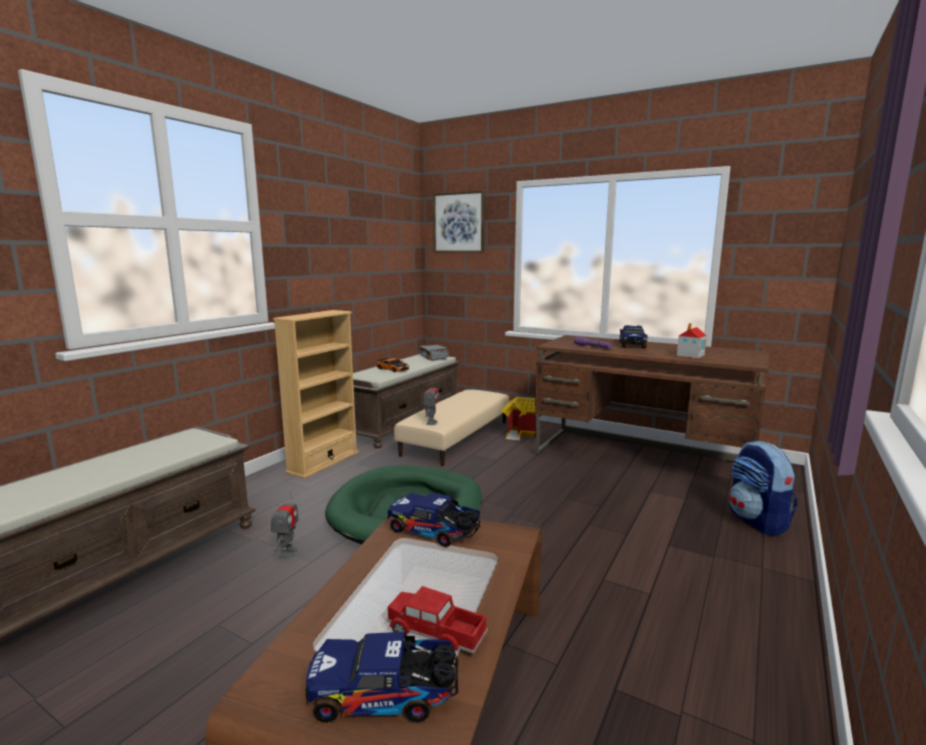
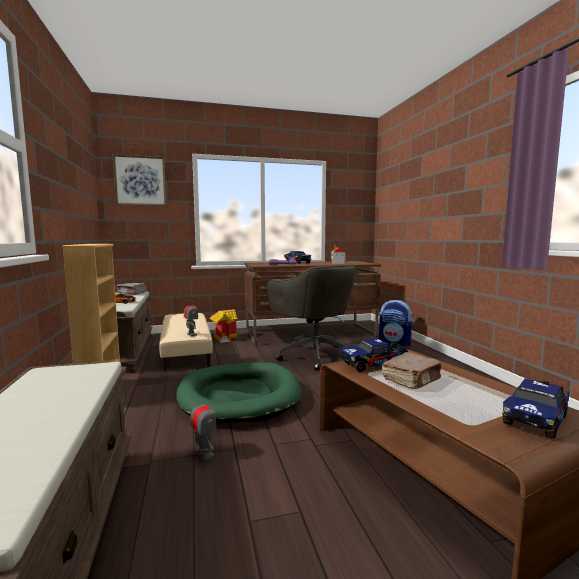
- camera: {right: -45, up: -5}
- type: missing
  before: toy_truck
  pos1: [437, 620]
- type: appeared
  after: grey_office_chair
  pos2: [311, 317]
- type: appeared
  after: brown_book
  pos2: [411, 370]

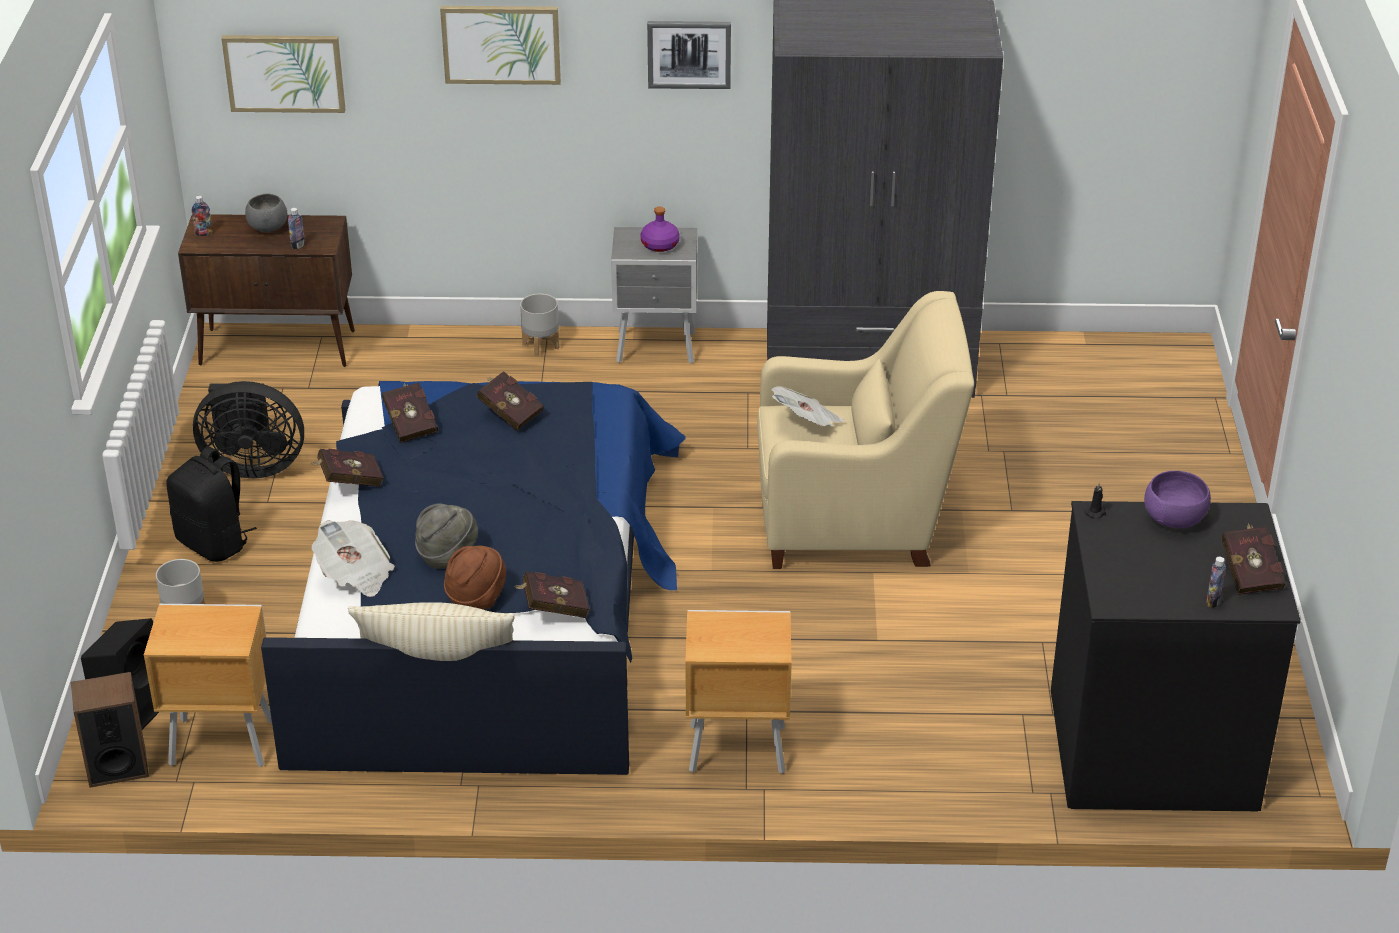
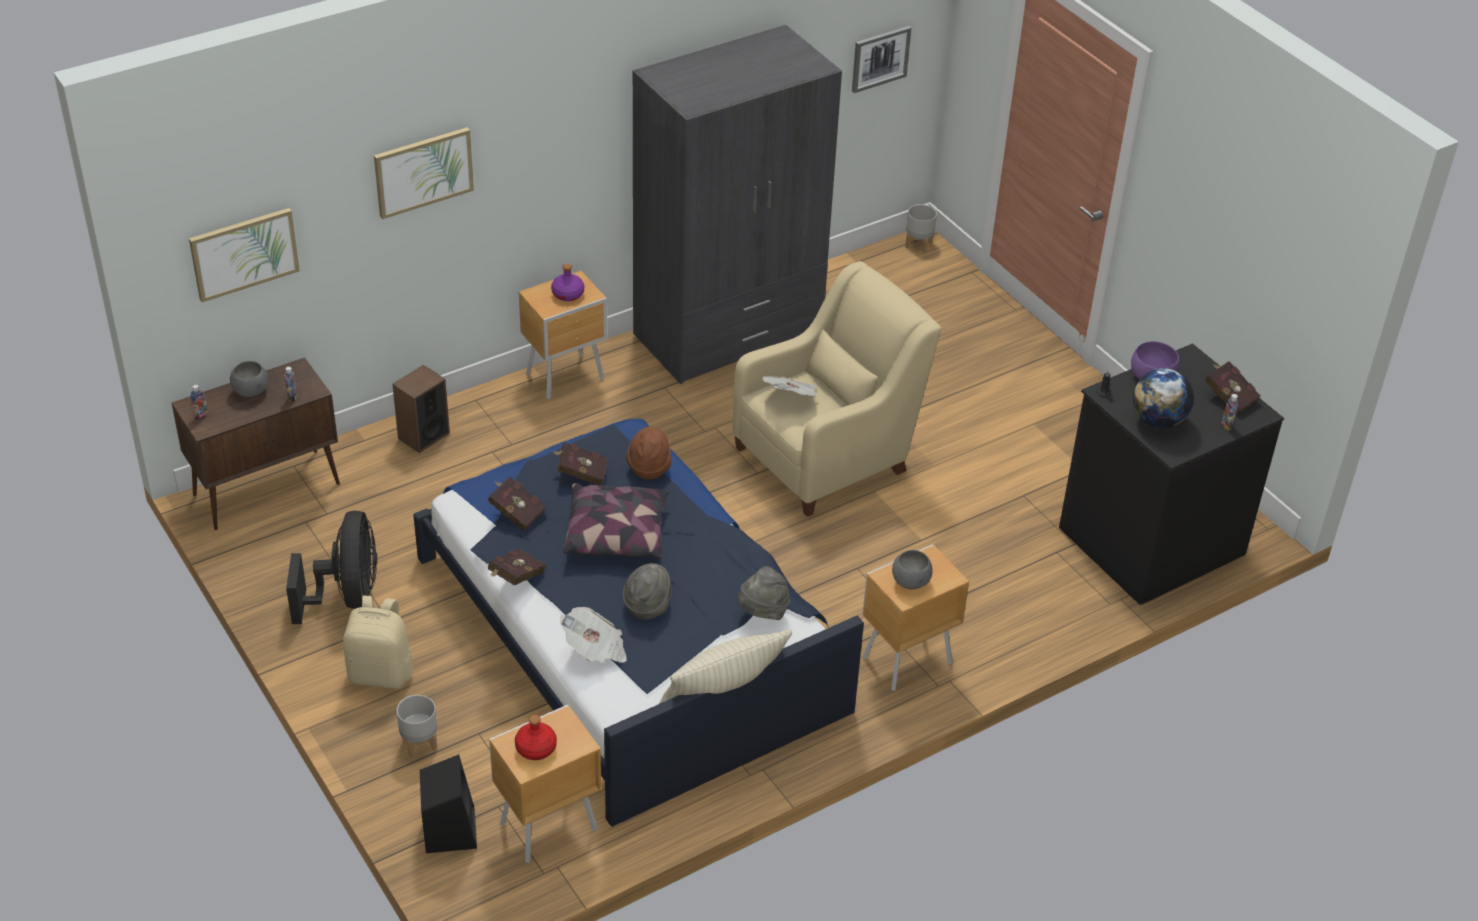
- camera: {right: -35, up: 5}
- type: relocated
  before: speaker
  pos1: [110, 730]
  pos2: [421, 409]
- type: colour
  before: black_backpack
  after: beige_backpack
  pos1: [211, 504]
  pos2: [378, 642]
- type: spun
  before: black_fan
  pos1: [248, 429]
  pos2: [331, 567]
  turn: -60
- type: relocated
  before: brown_hat
  pos1: [475, 578]
  pos2: [649, 453]
- type: exchanged
  before: red_book
  after: grey_hat
  pos1: [551, 595]
  pos2: [763, 593]
- type: relocated
  before: grey_planter
  pos1: [539, 325]
  pos2: [921, 228]
- type: colour
  before: grey_nightstand
  after: brown_nightstand
  pos1: [654, 295]
  pos2: [563, 334]
- type: relocated
  before: picture
  pos1: [689, 55]
  pos2: [881, 59]
- type: appeared
  after: red_bottle
  pos2: [536, 737]
- type: appeared
  after: pillow
  pos2: [616, 521]
- type: appeared
  after: grey_bowl
  pos2: [912, 569]
- type: appeared
  after: globe
  pos2: [1163, 398]

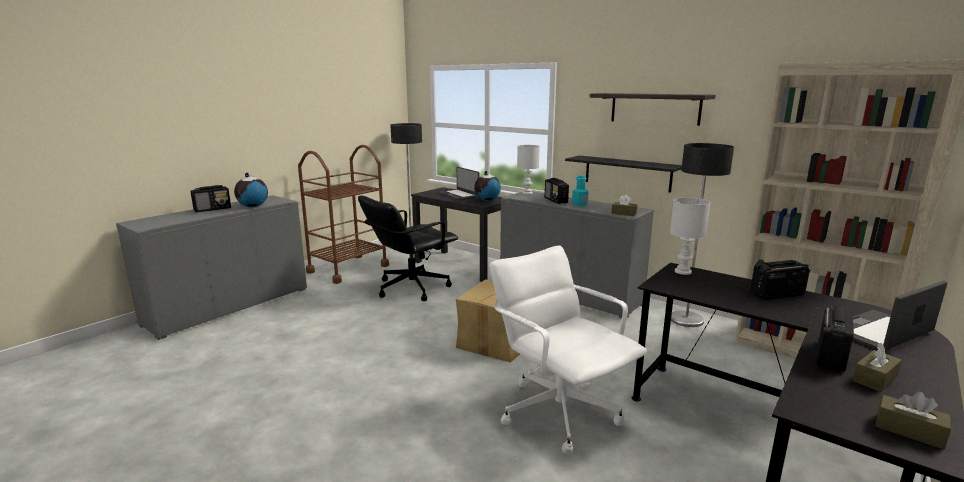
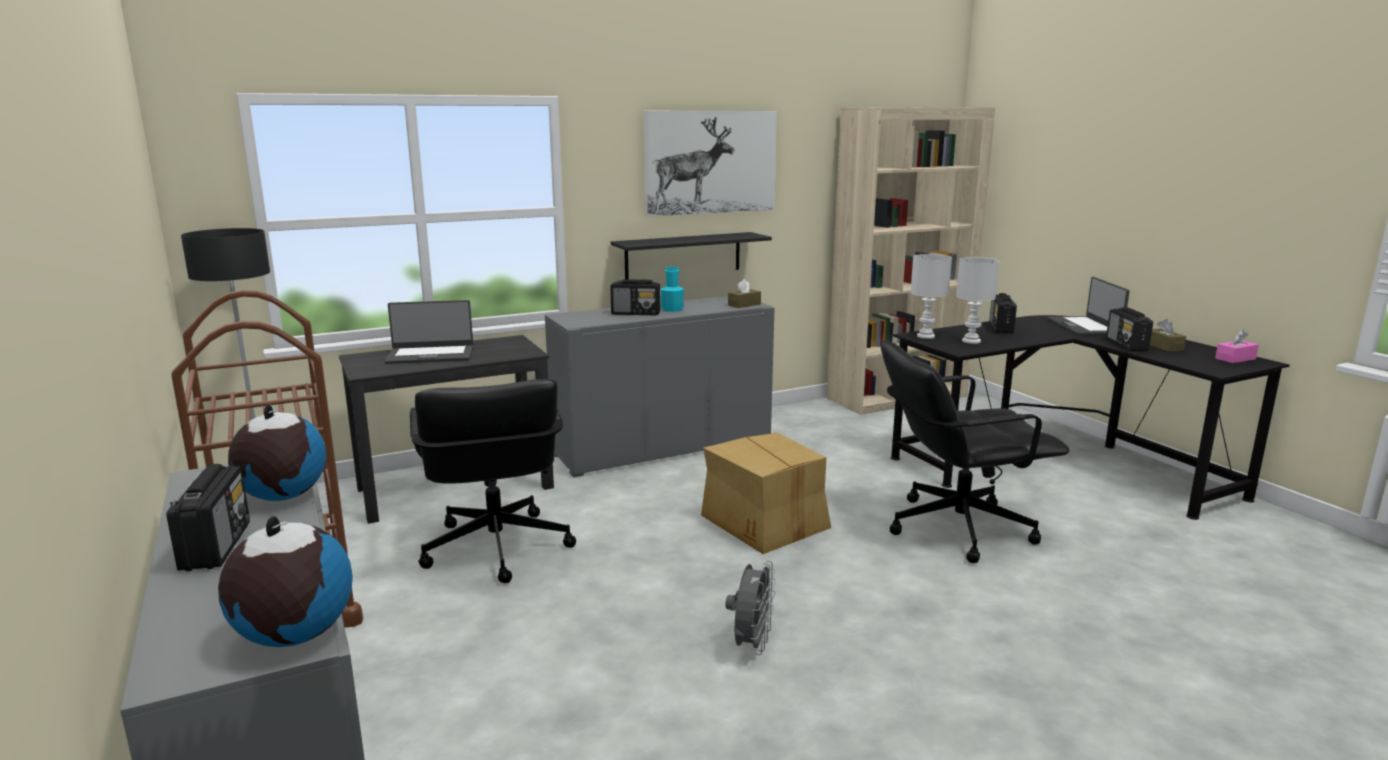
- camera: {right: -65, up: 0}
- type: relocated
  before: globe
  pos1: [487, 186]
  pos2: [285, 581]
- type: colour
  before: white_office_chair
  after: black_office_chair
  pos1: [568, 350]
  pos2: [975, 451]
- type: relocated
  before: white_table_lamp
  pos1: [528, 169]
  pos2: [978, 300]
- type: exchanged
  before: shelf
  after: picture
  pos1: [653, 109]
  pos2: [710, 164]
- type: missing
  before: floor_lamp
  pos1: [702, 235]
- type: spun
  before: radio
  pos1: [835, 339]
  pos2: [1129, 329]
  turn: -150
- type: colour
  before: brown_tissue_box
  after: pink_tissue_box
  pos1: [913, 421]
  pos2: [1237, 346]
- type: appeared
  after: grey_fan
  pos2: [750, 608]

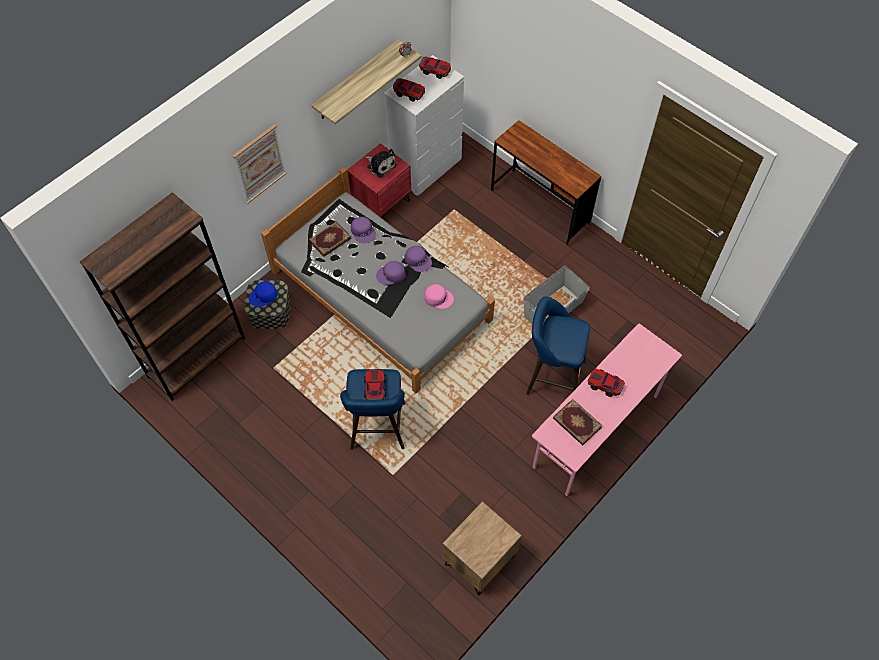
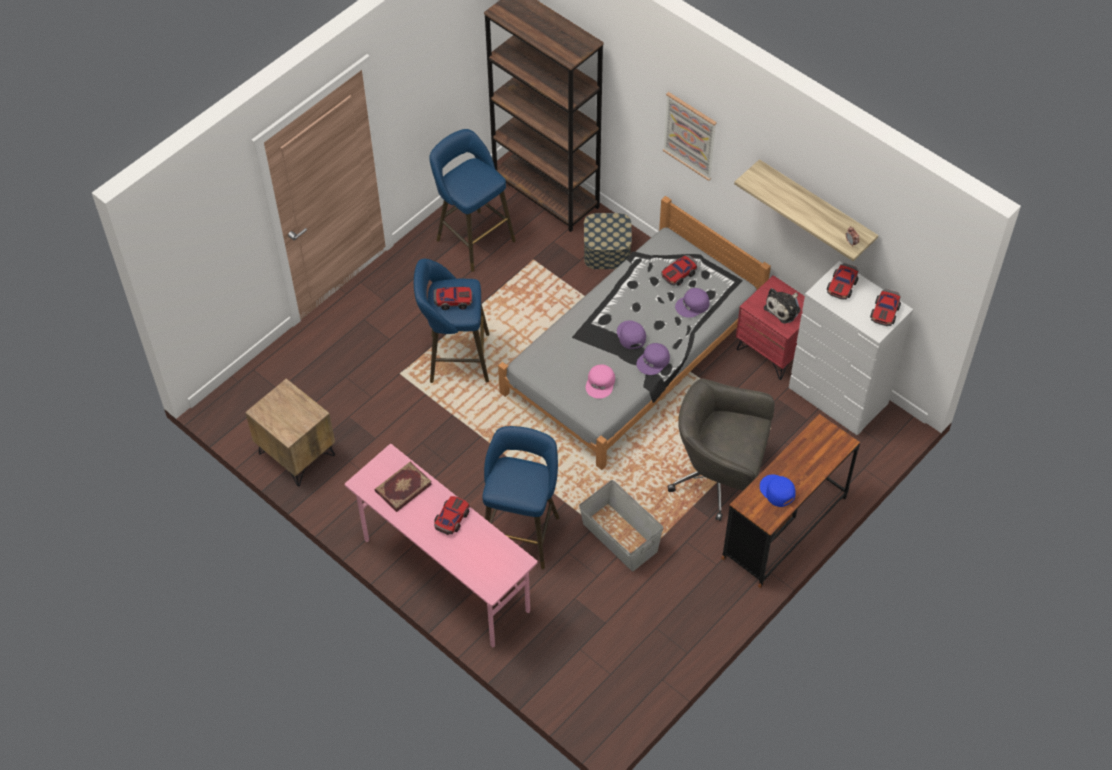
- camera: {right: 90, up: -5}
- type: relocated
  before: blue_cap
  pos1: [263, 294]
  pos2: [778, 490]
- type: exchanged
  before: book
  after: toy_car
  pos1: [330, 239]
  pos2: [679, 270]
- type: appeared
  after: blue_stool
  pos2: [472, 200]
- type: appeared
  after: grey_office_chair
  pos2: [721, 449]

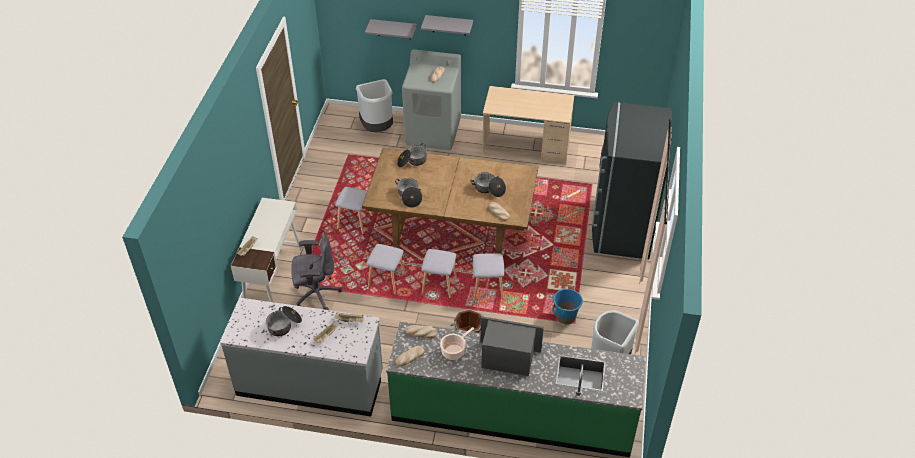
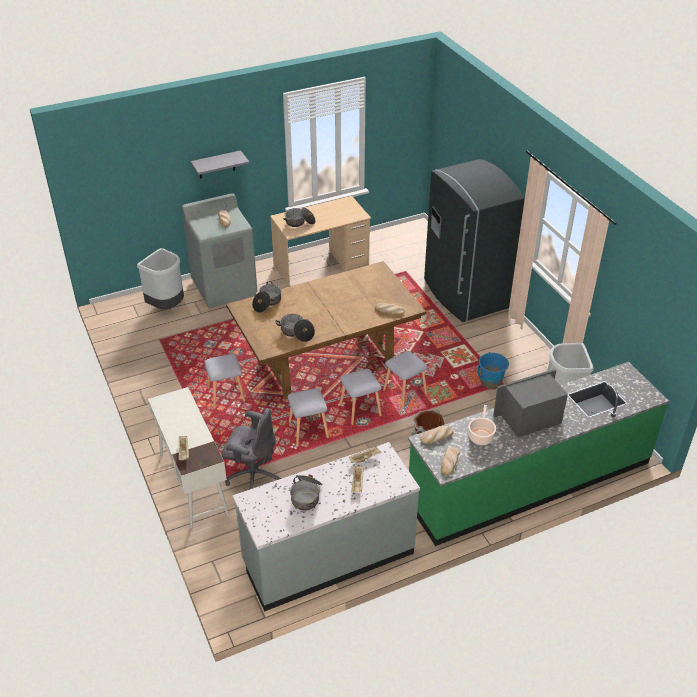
- camera: {right: -35, up: -5}
- type: spun
  before: grey_office_chair
  pos1: [316, 271]
  pos2: [252, 448]
  turn: 60
- type: missing
  before: grey_shelf
  pos1: [391, 29]
- type: relocated
  before: cooking_pot
  pos1: [488, 184]
  pos2: [299, 217]

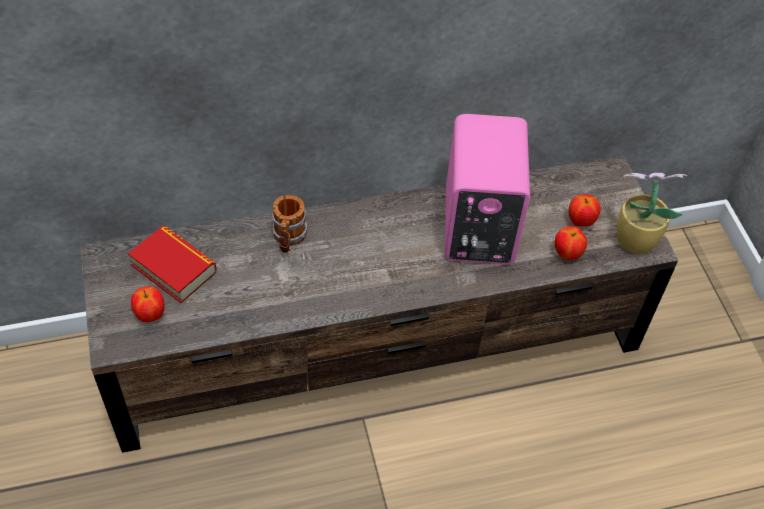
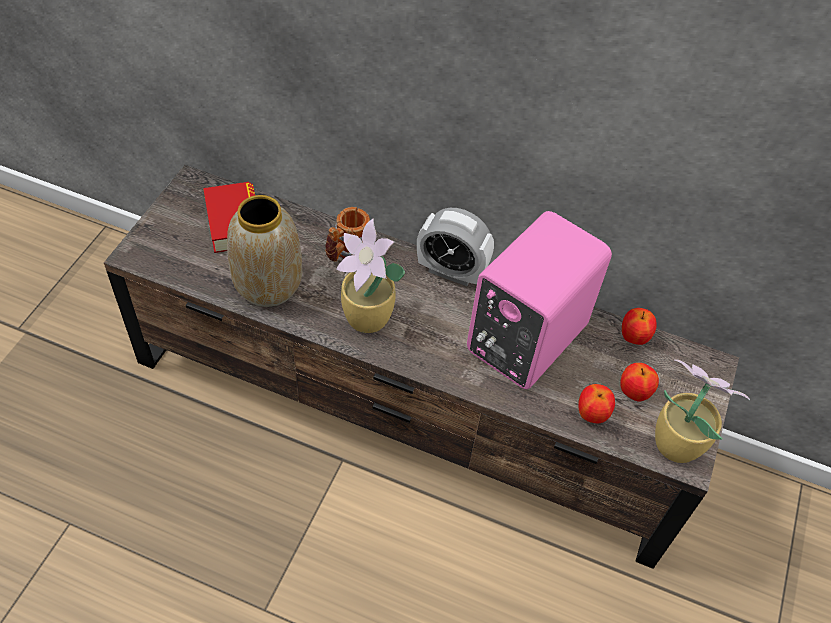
- camera: {right: 35, up: 0}
- type: relocated
  before: apple
  pos1: [147, 304]
  pos2: [639, 326]
- type: appeared
  after: vase
  pos2: [264, 251]
- type: appeared
  after: potted_plant
  pos2: [371, 276]
- type: appeared
  after: alarm_clock
  pos2: [455, 247]

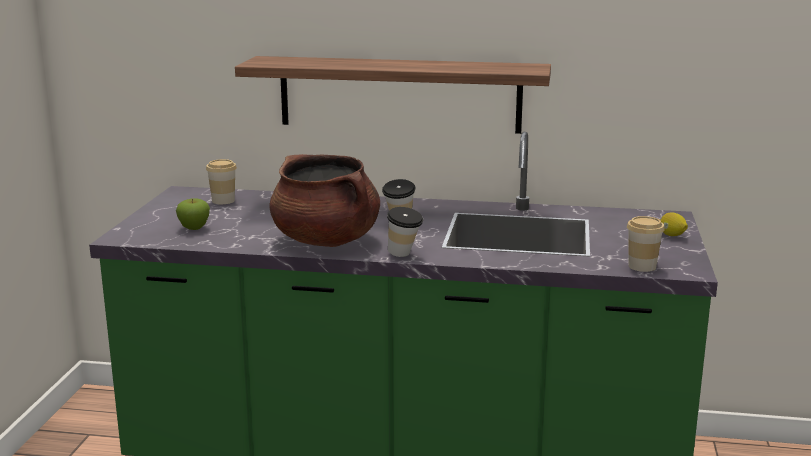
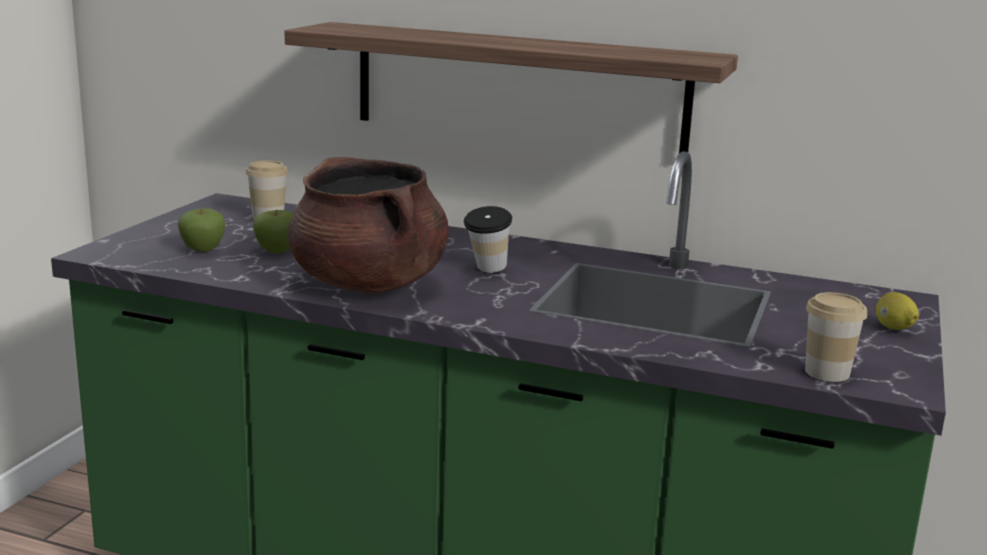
- camera: {right: 10, up: 0}
- type: missing
  before: cup
  pos1: [405, 232]
- type: appeared
  after: apple
  pos2: [273, 231]

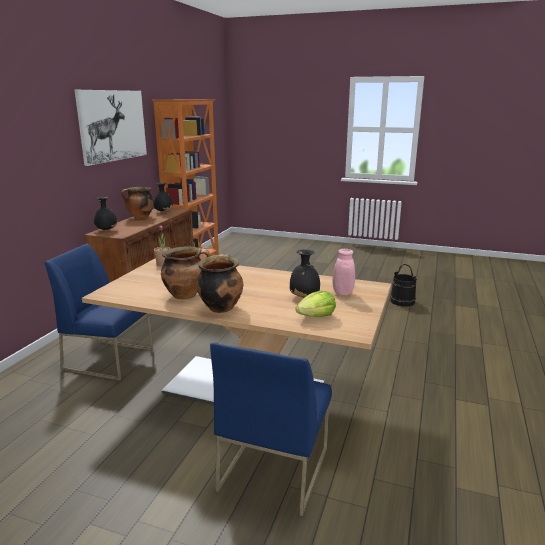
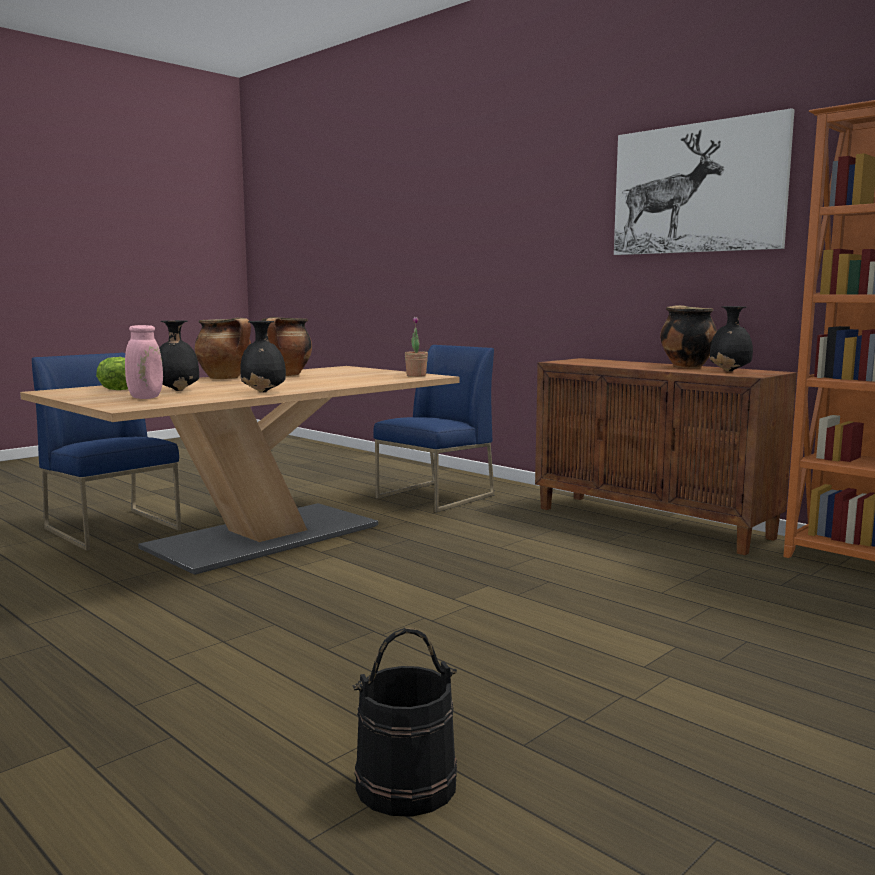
- camera: {right: 115, up: -10}
- type: relocated
  before: black_vase
  pos1: [105, 214]
  pos2: [263, 357]

